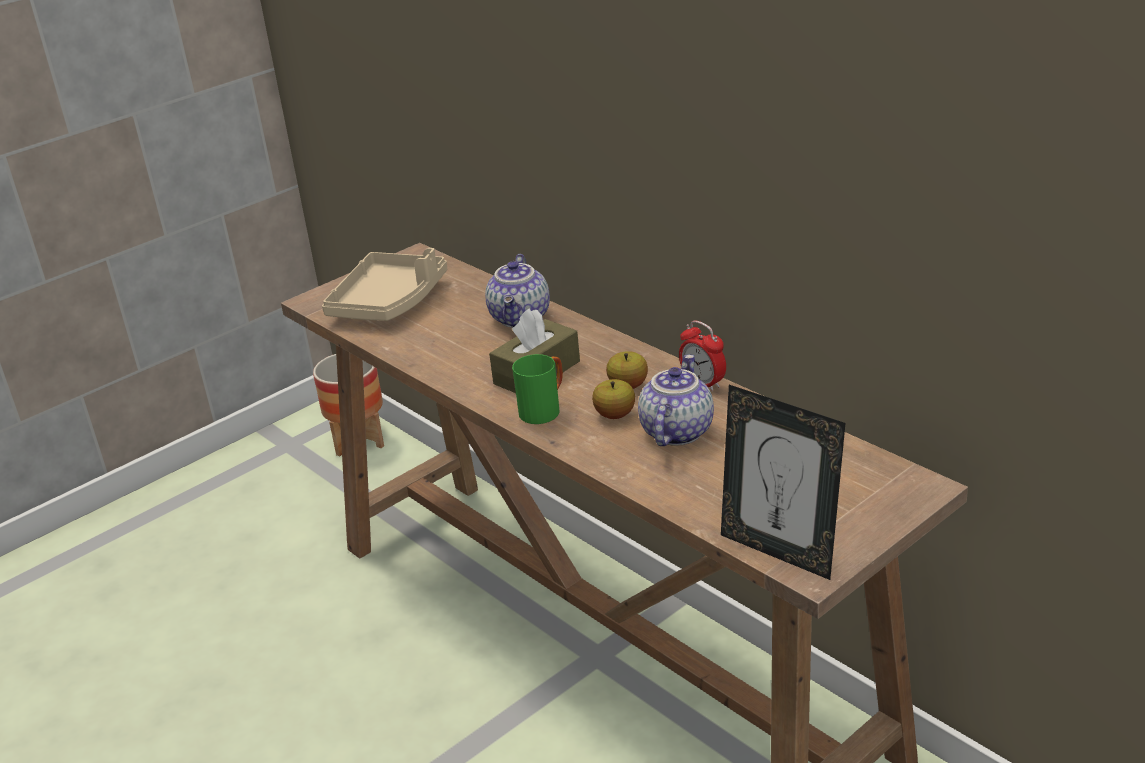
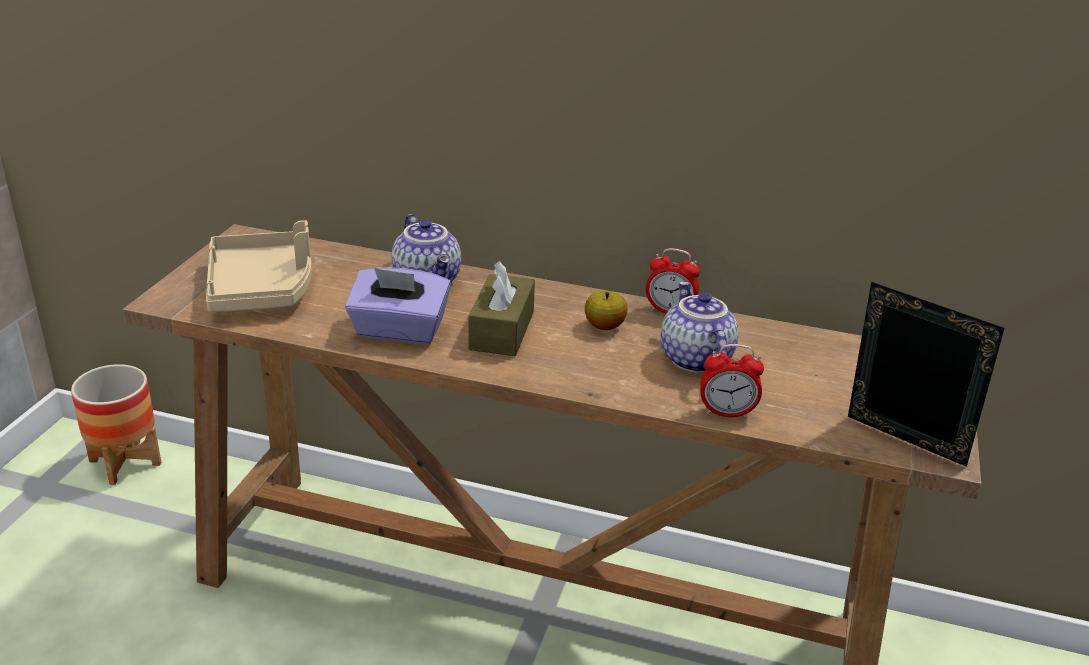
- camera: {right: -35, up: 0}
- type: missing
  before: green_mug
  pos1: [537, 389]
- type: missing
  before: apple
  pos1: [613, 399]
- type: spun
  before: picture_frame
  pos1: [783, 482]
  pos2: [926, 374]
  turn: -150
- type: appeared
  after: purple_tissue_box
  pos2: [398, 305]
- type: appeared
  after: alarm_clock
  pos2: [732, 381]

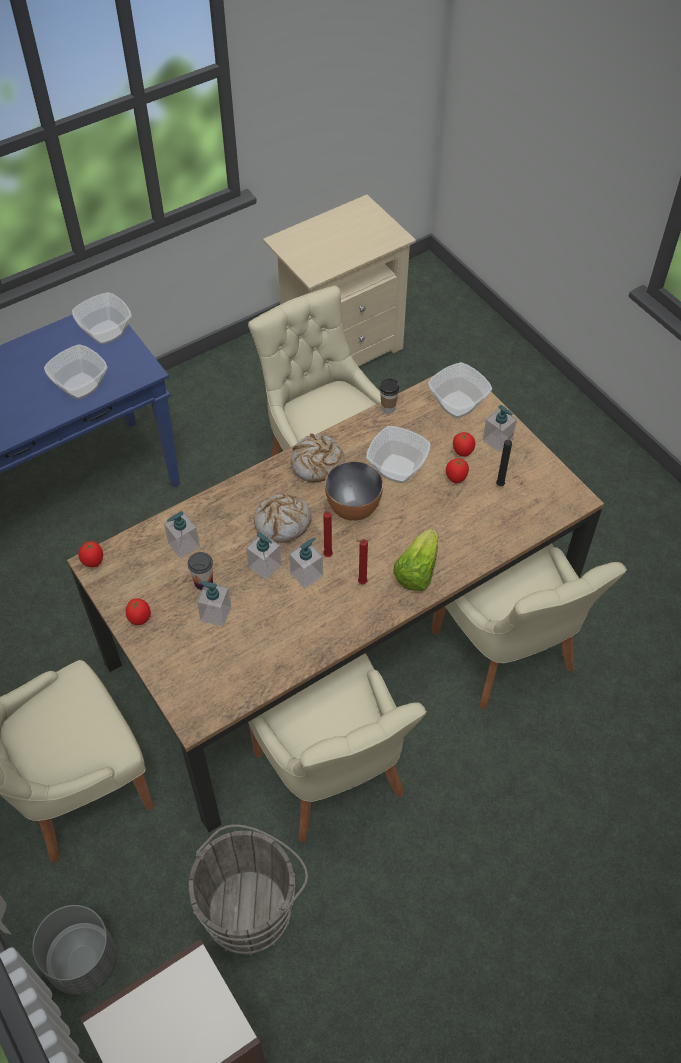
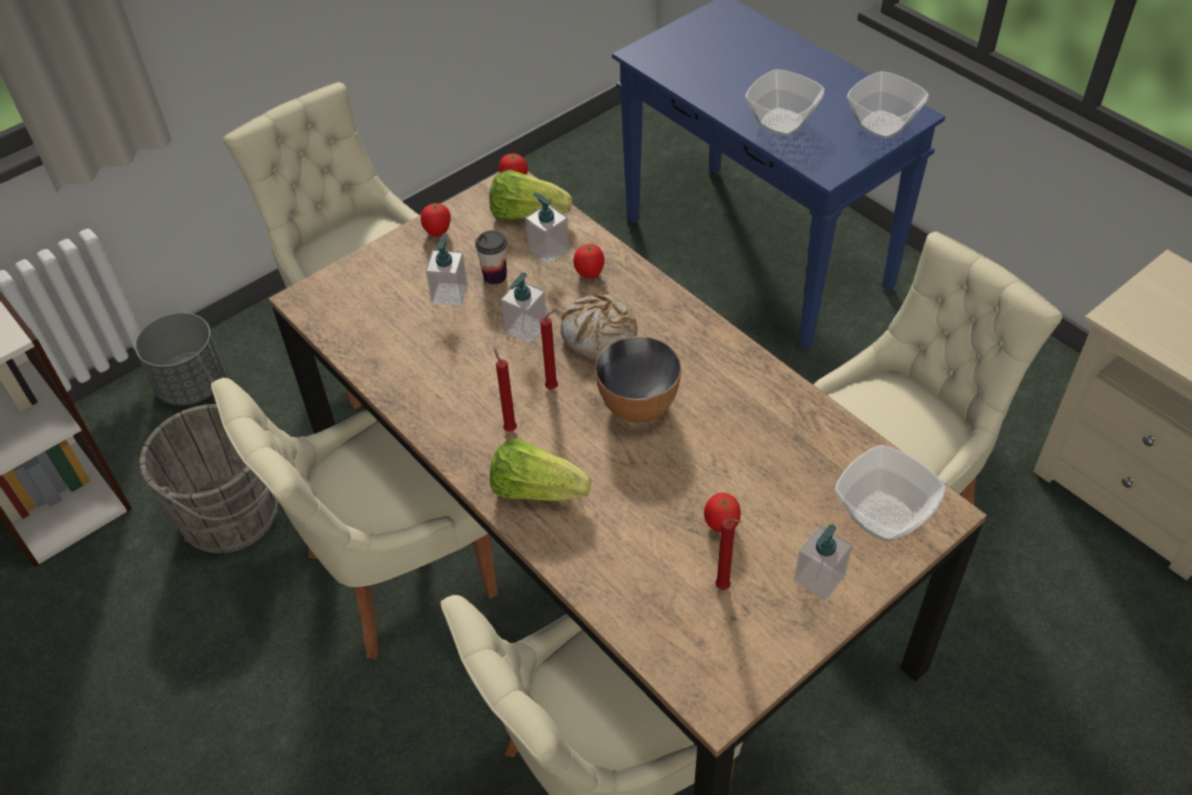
- camera: {right: 85, up: -5}
- type: missing
  before: soap_dispenser
  pos1: [306, 563]
- type: missing
  before: bread
  pos1: [317, 457]
- type: missing
  before: bowl
  pos1: [398, 454]
- type: missing
  before: cup
  pos1: [389, 396]
- type: relocated
  before: tomato
  pos1: [464, 444]
  pos2: [589, 261]
- type: colour
  before: black_candle
  after: red_candle
  pos1: [504, 459]
  pos2: [728, 554]
- type: appeared
  after: lettuce
  pos2: [530, 195]

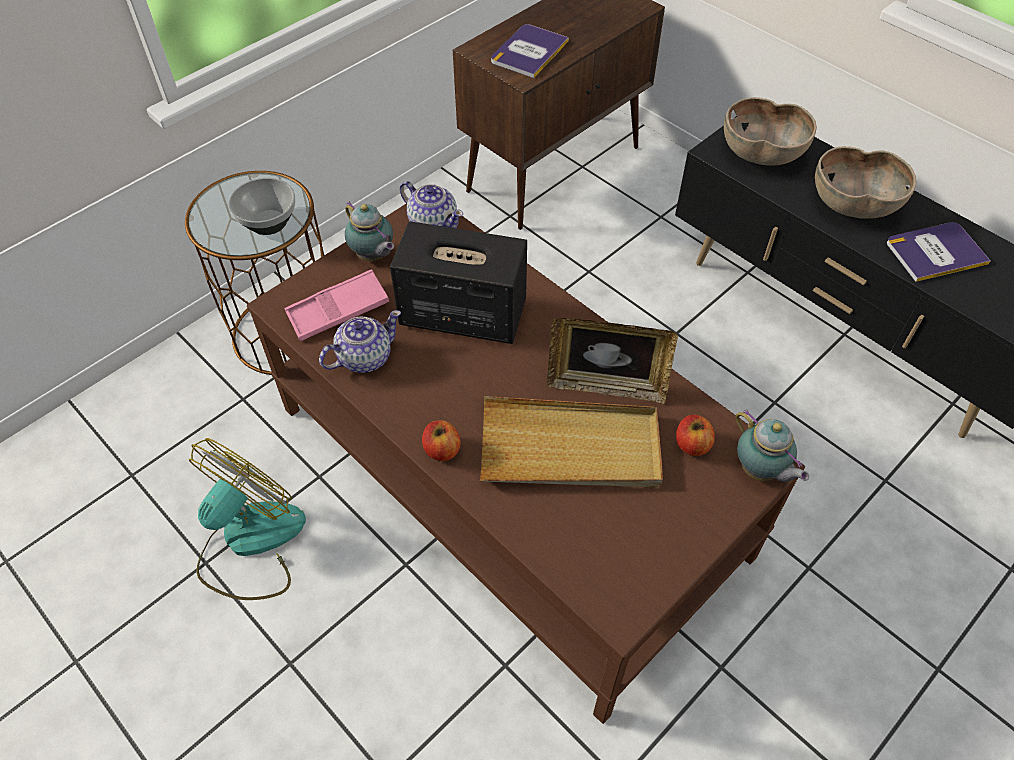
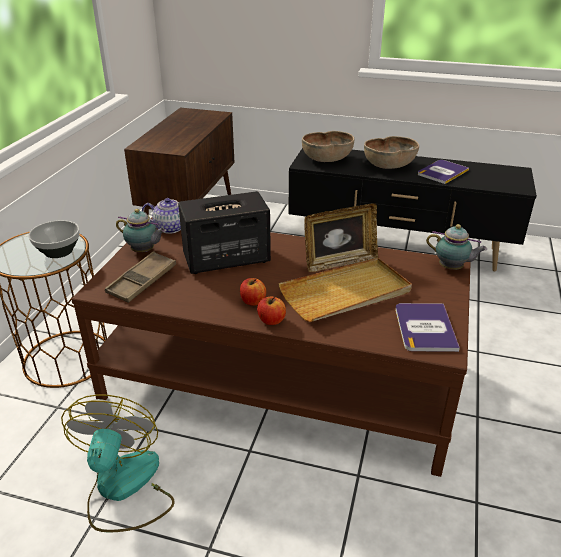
- camera: {right: -30, up: -20}
- type: colour
  before: pink_tray
  after: brown_tray
  pos1: [336, 305]
  pos2: [140, 277]
- type: missing
  before: teapot
  pos1: [360, 341]
- type: relocated
  before: book
  pos1: [530, 51]
  pos2: [427, 327]
- type: relocated
  before: apple
  pos1: [695, 435]
  pos2: [253, 292]

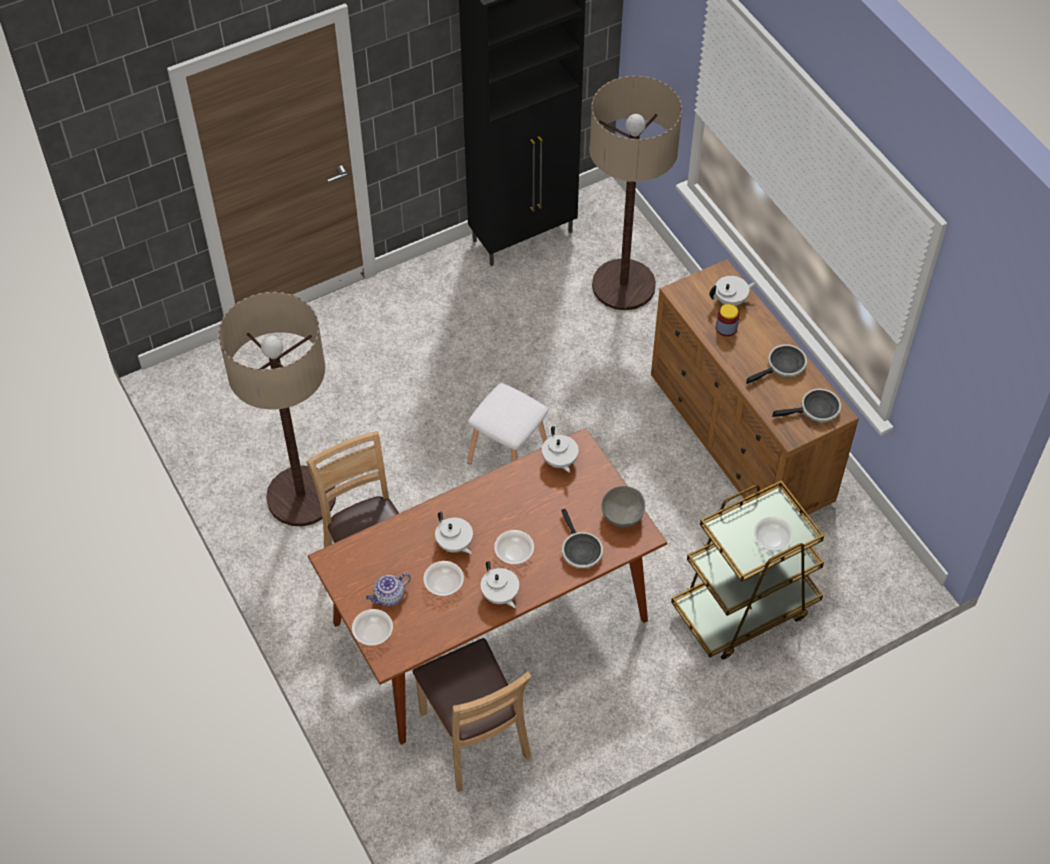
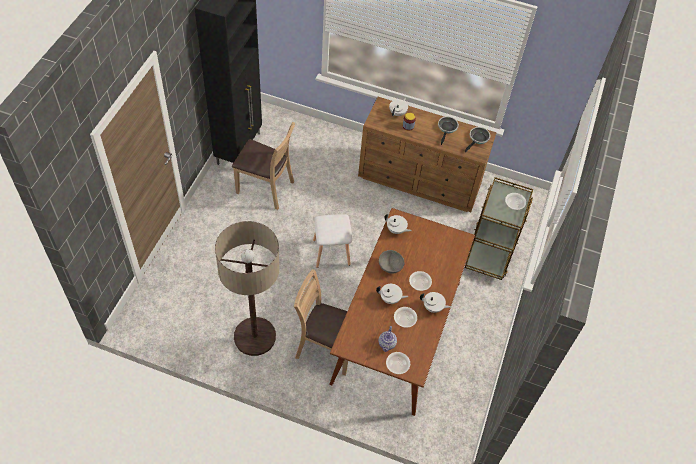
- camera: {right: -45, up: 0}
- type: relocated
  before: brown_chair
  pos1: [472, 715]
  pos2: [263, 166]
- type: missing
  before: frying_pan
  pos1: [582, 538]
- type: missing
  before: floor_lamp
  pos1: [635, 193]
- type: relocated
  before: grey_bowl
  pos1: [623, 506]
  pos2: [392, 262]

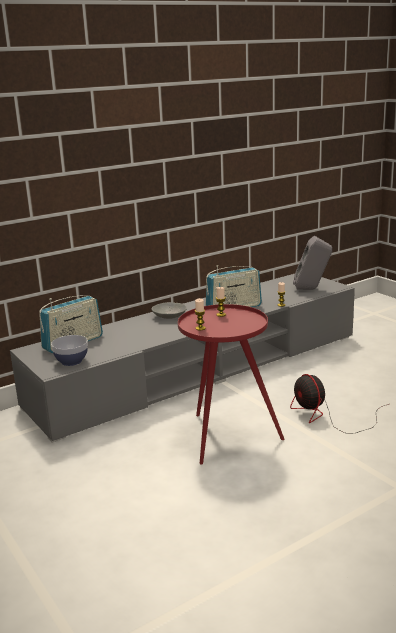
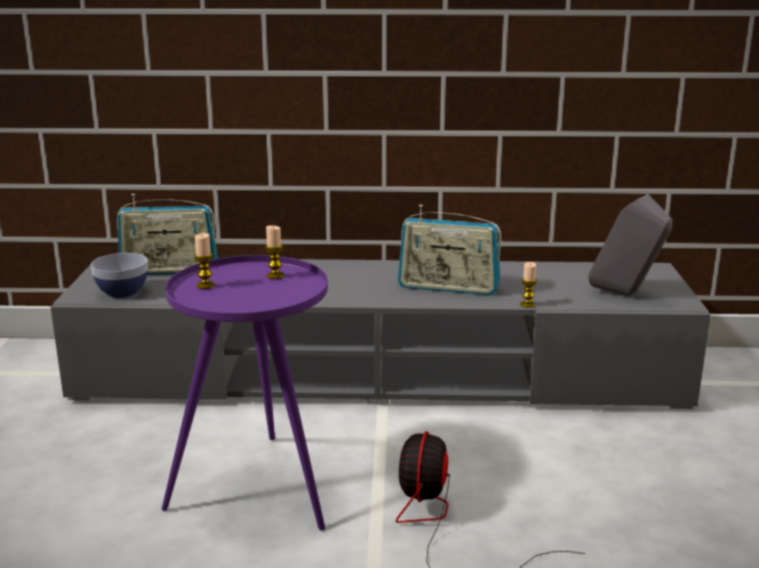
- camera: {right: 35, up: 0}
- type: missing
  before: grey_bowl
  pos1: [169, 310]
- type: colour
  before: red_side_table
  after: purple_side_table
  pos1: [231, 384]
  pos2: [245, 392]

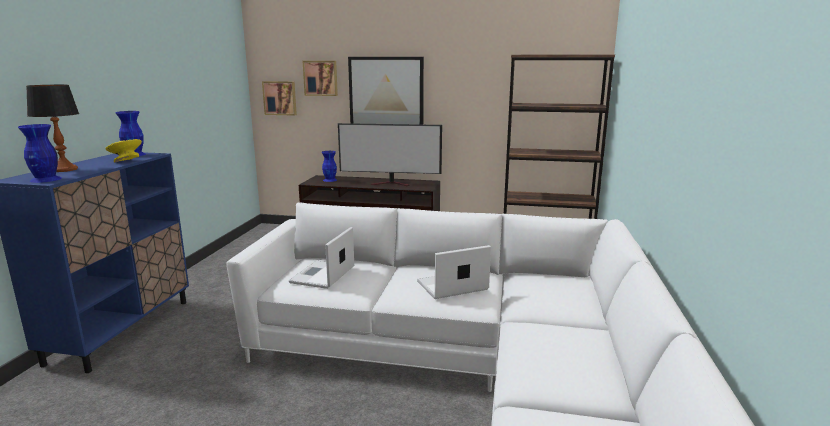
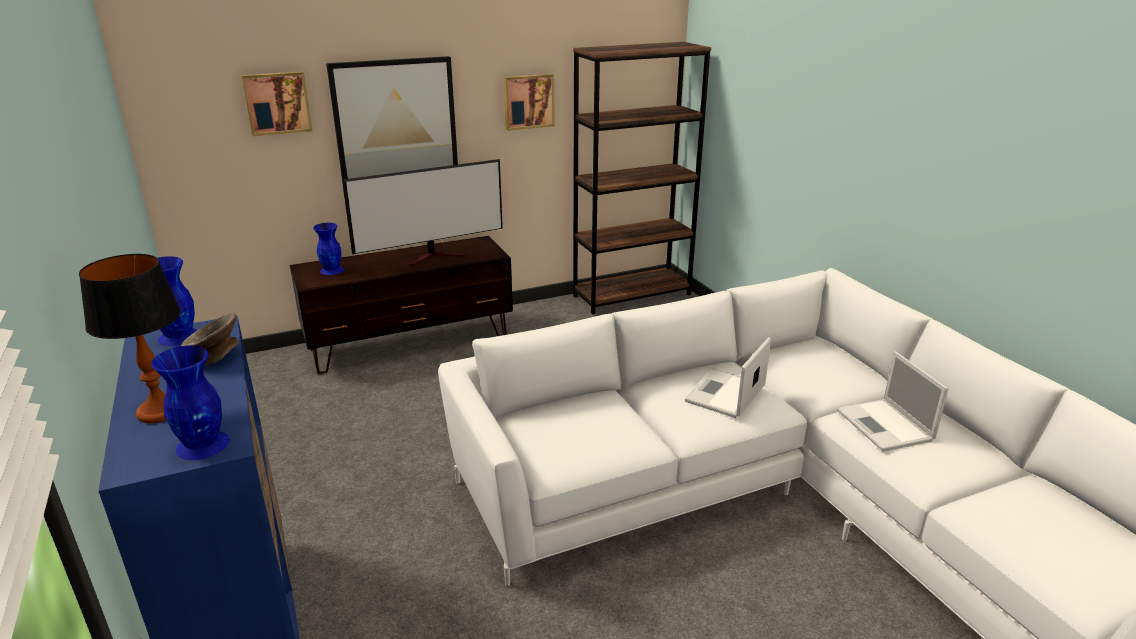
- camera: {right: -35, up: 10}
- type: colour
  before: yellow_bowl
  after: grey_bowl
  pos1: [124, 151]
  pos2: [210, 339]
- type: relocated
  before: picture
  pos1: [279, 98]
  pos2: [529, 102]
- type: relocated
  before: laptop
  pos1: [321, 258]
  pos2: [892, 401]

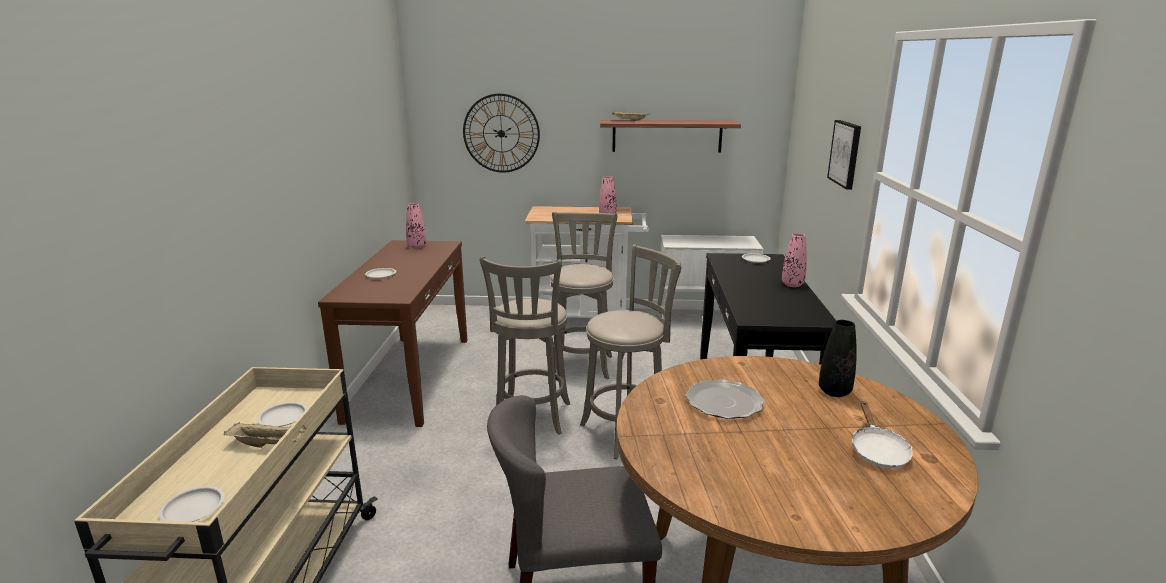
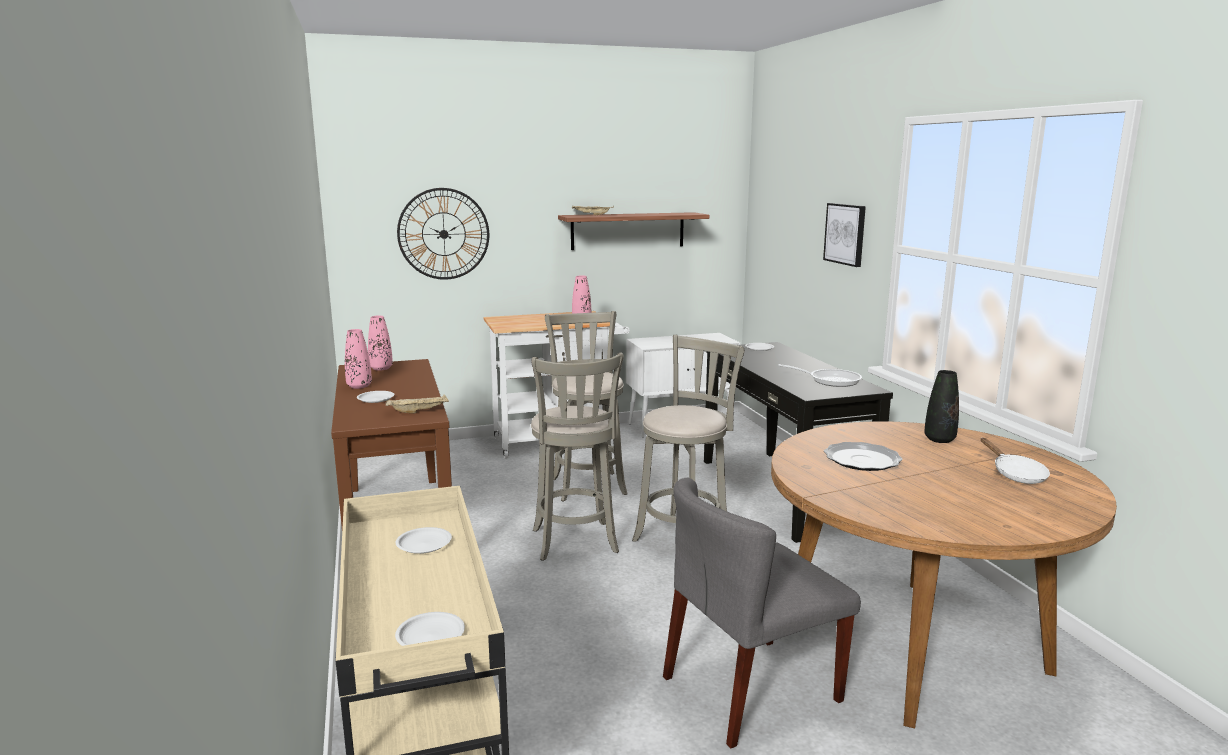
- camera: {right: -20, up: -5}
- type: relocated
  before: beige_tray
  pos1: [265, 435]
  pos2: [417, 403]
- type: relocated
  before: pink_vase
  pos1: [794, 260]
  pos2: [358, 359]
- type: appeared
  after: frying_pan
  pos2: [820, 375]

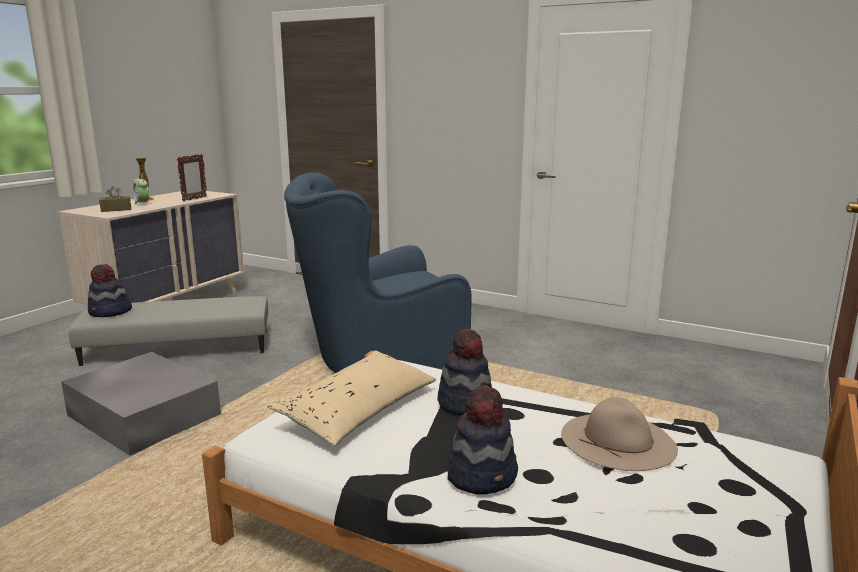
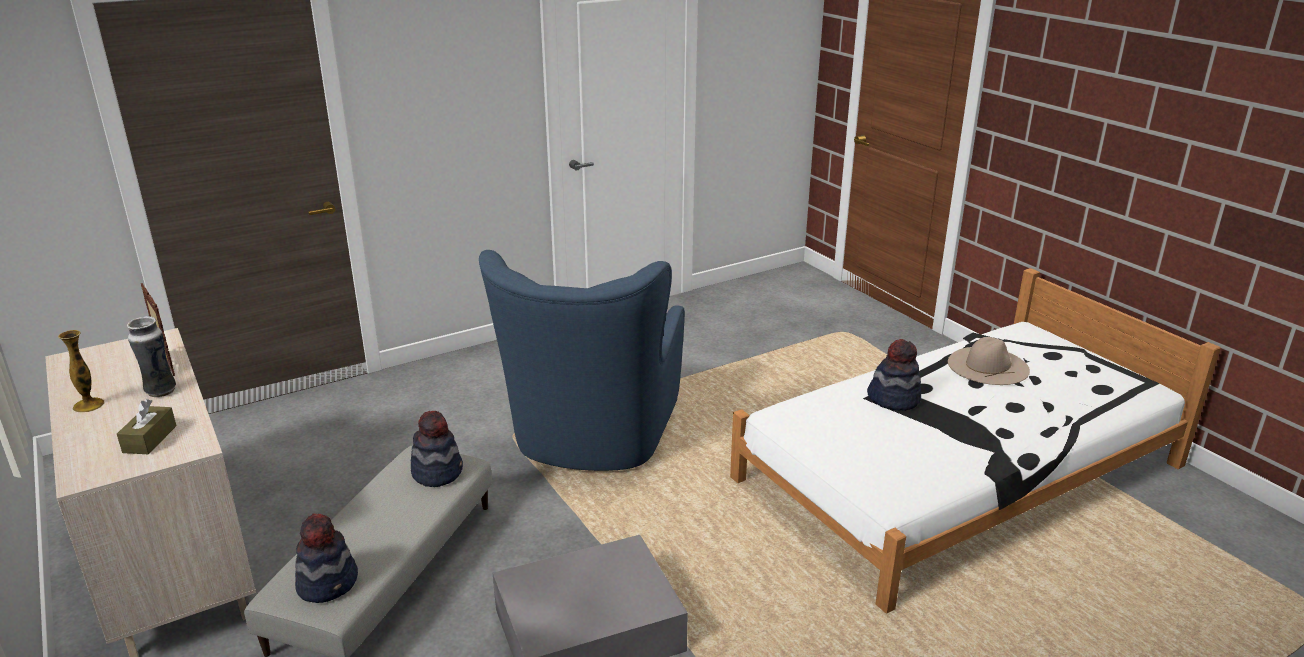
- camera: {right: -60, up: 10}
- type: missing
  before: alarm_clock
  pos1: [141, 190]
- type: missing
  before: beige_pillow
  pos1: [351, 398]
- type: relocated
  before: hat
  pos1: [482, 440]
  pos2: [437, 449]
- type: appeared
  after: vase
  pos2: [151, 356]

